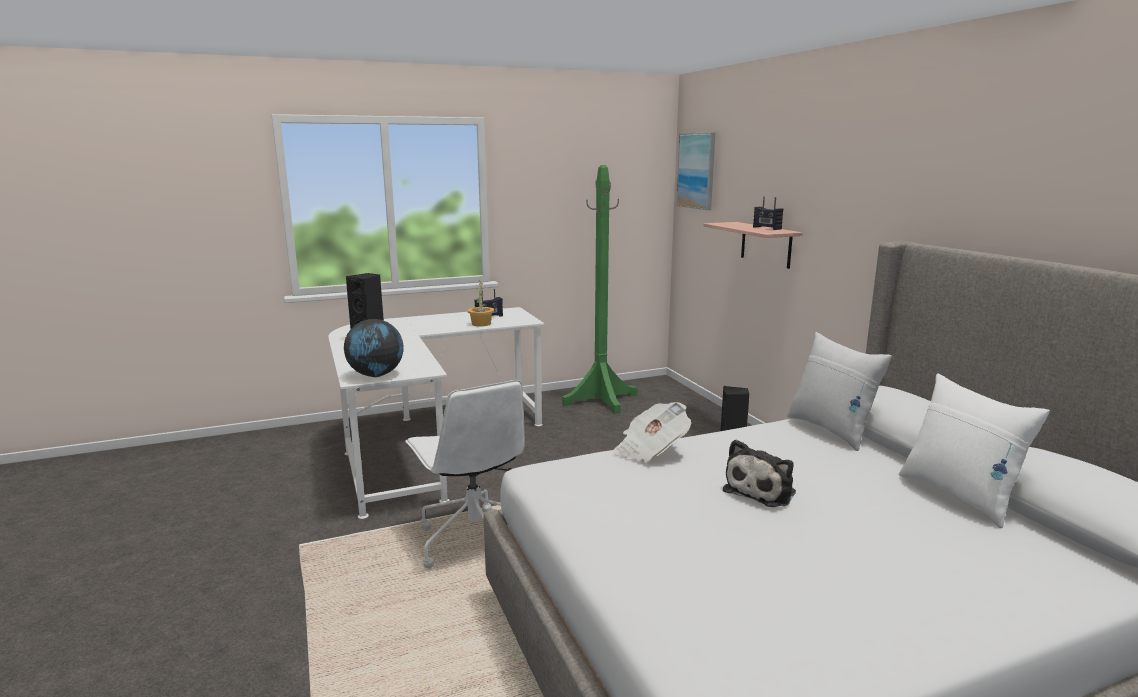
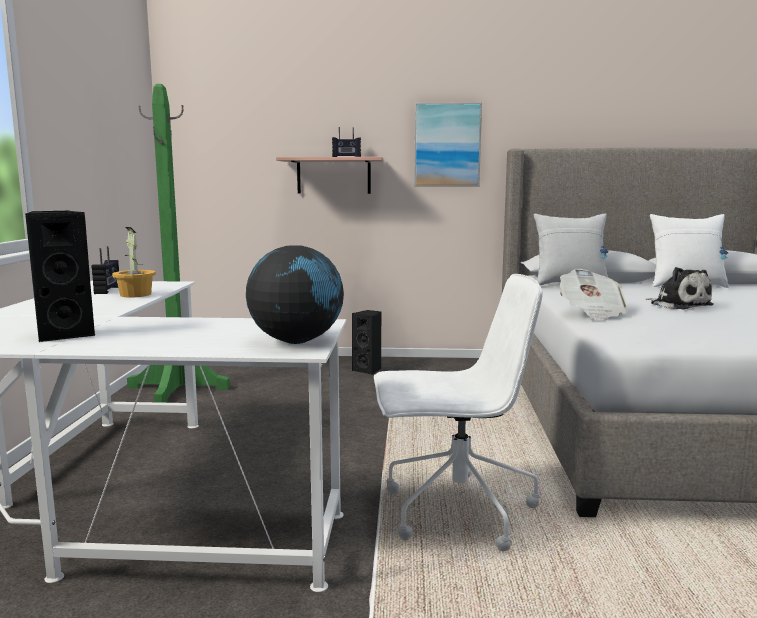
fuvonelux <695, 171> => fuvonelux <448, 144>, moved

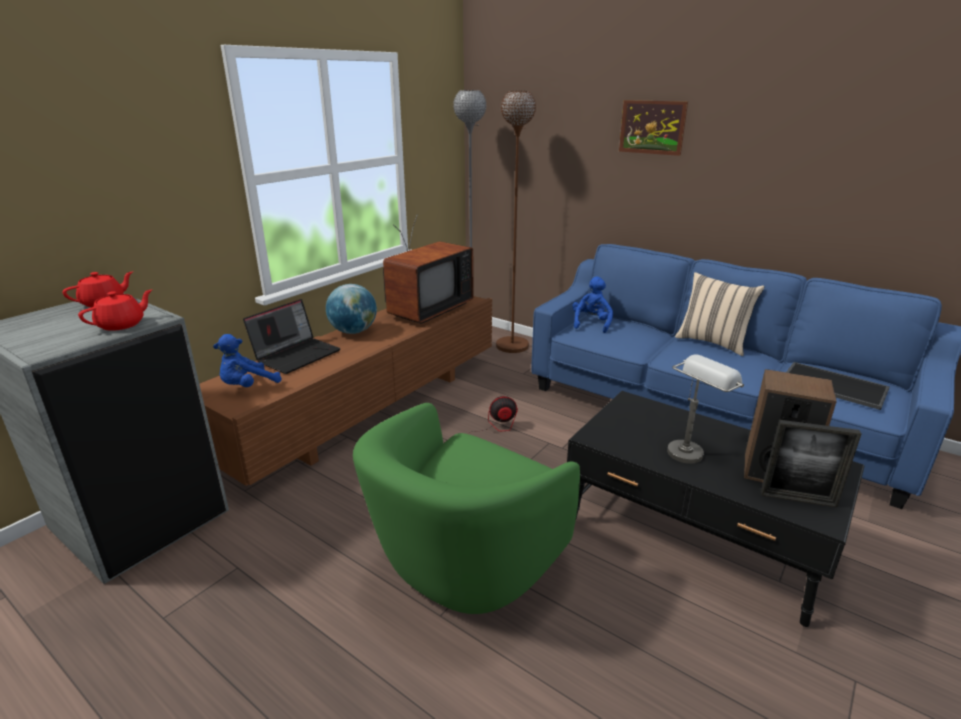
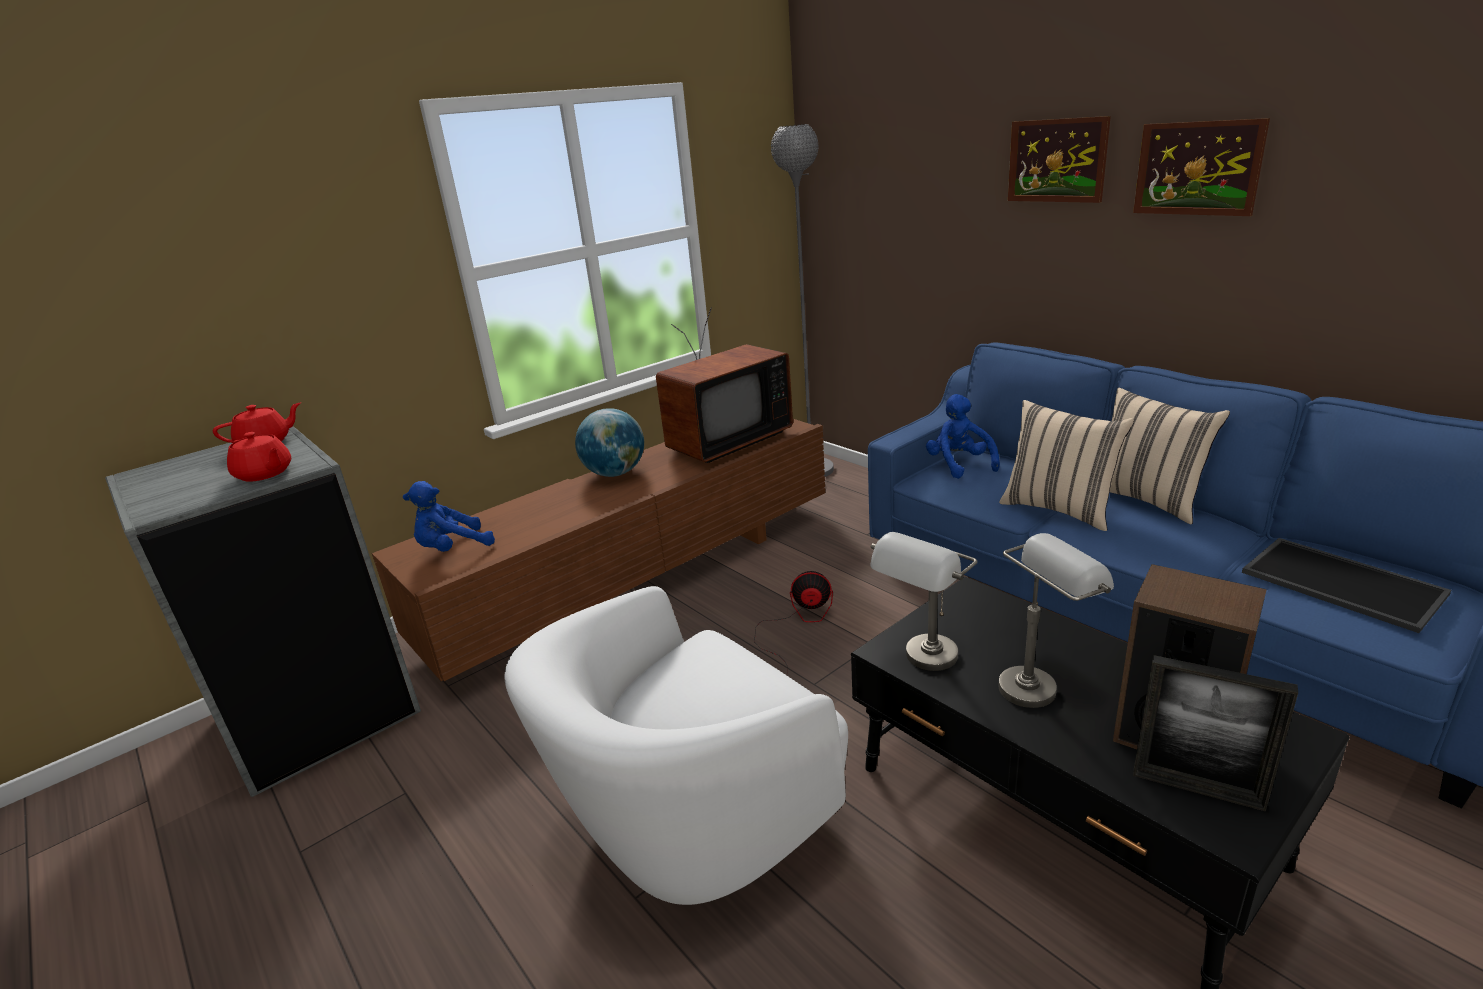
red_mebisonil <115, 310> => red_mebisonil <259, 457>, 75 degrees clockwise
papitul <292, 336> => nothing
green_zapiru <466, 508> => white_zapiru <676, 745>
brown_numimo <516, 222> => nothing
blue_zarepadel <592, 304> => blue_zarepadel <963, 436>, 45 degrees counterclockwise
nothing => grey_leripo <924, 601>
nothing => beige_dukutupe <1066, 465>
nothing => fuvonelux <1201, 167>

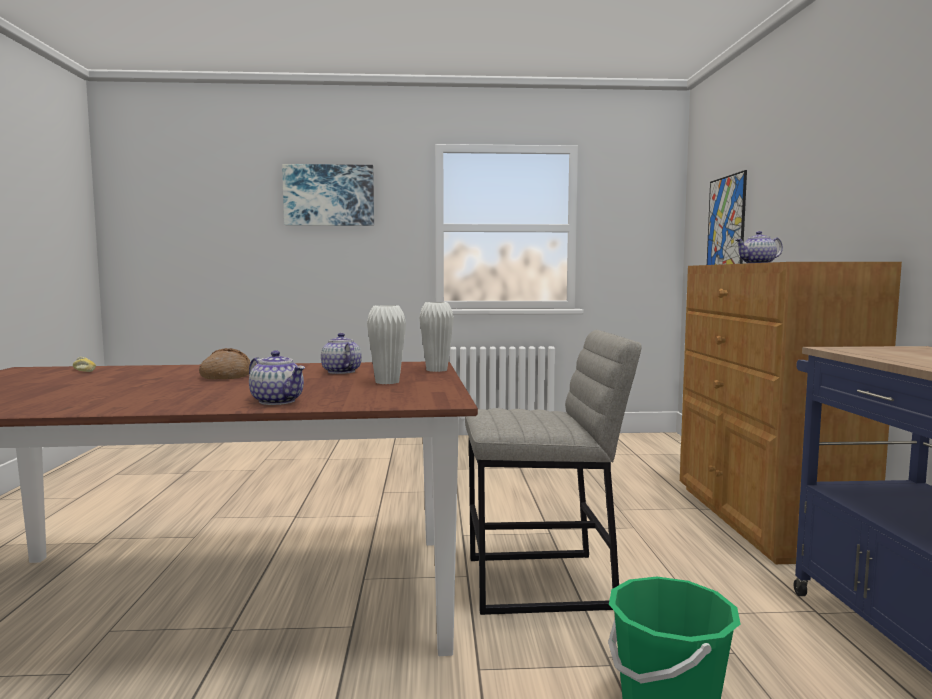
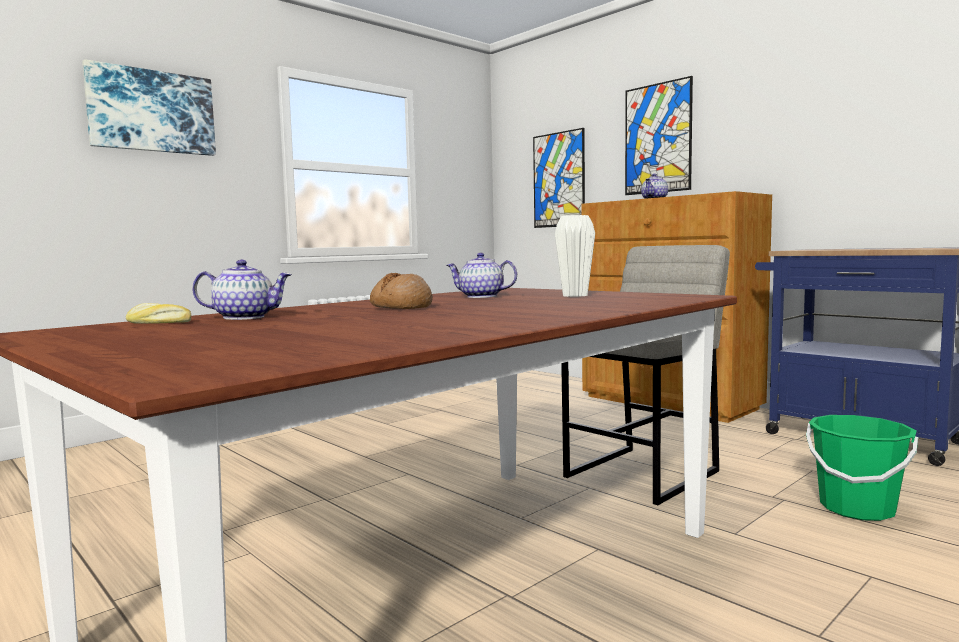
mebisonil <277, 377> => mebisonil <242, 290>, moved
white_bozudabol <436, 337> => nothing
nothing => fuvonelux <659, 135>

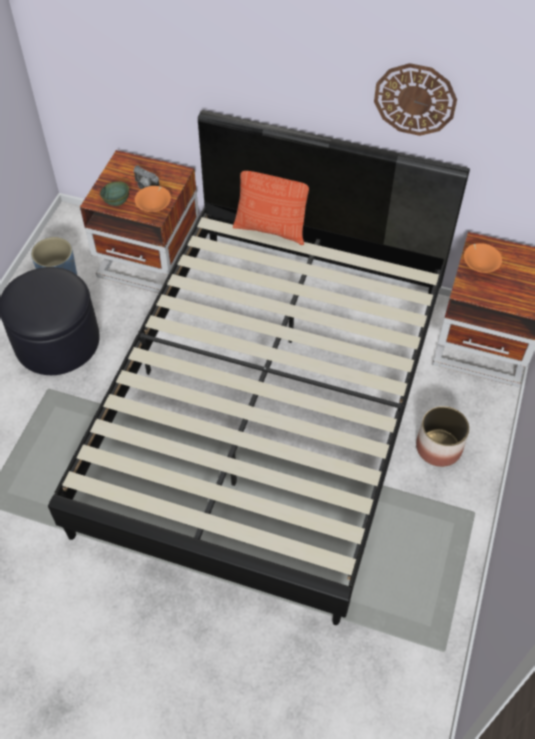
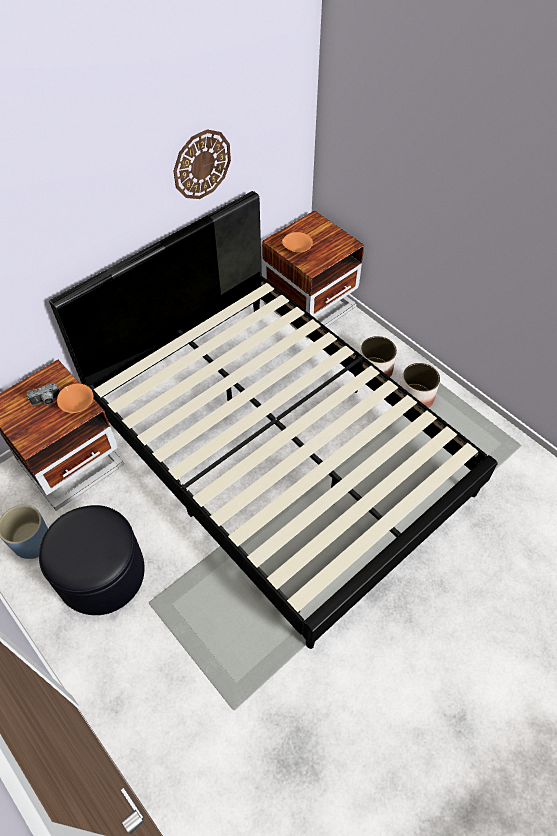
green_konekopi <114, 193> => nothing
orange_dukutupe <271, 208> => nothing
nothing => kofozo <420, 385>

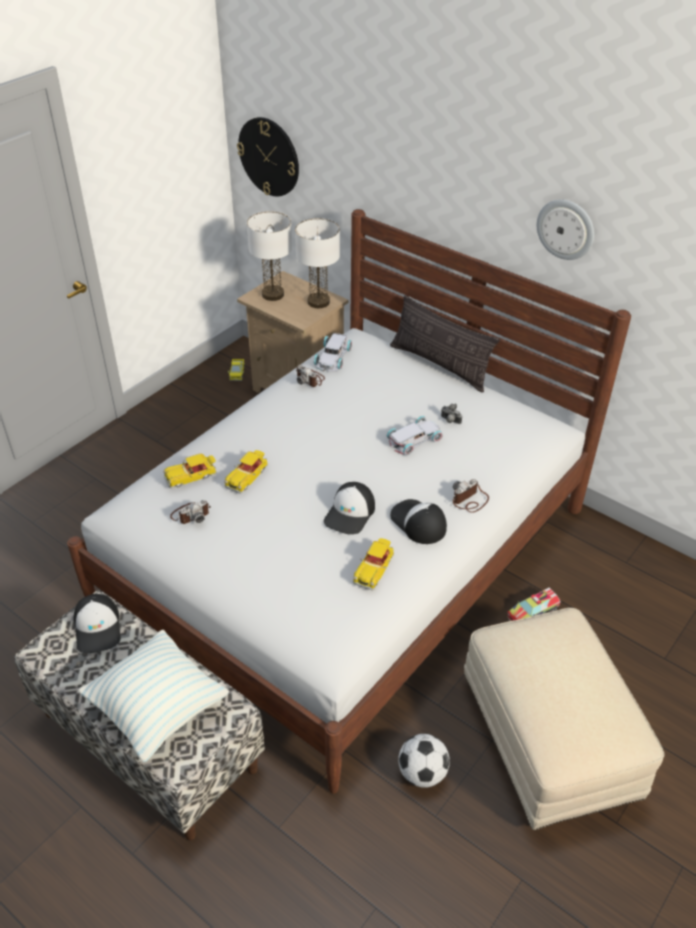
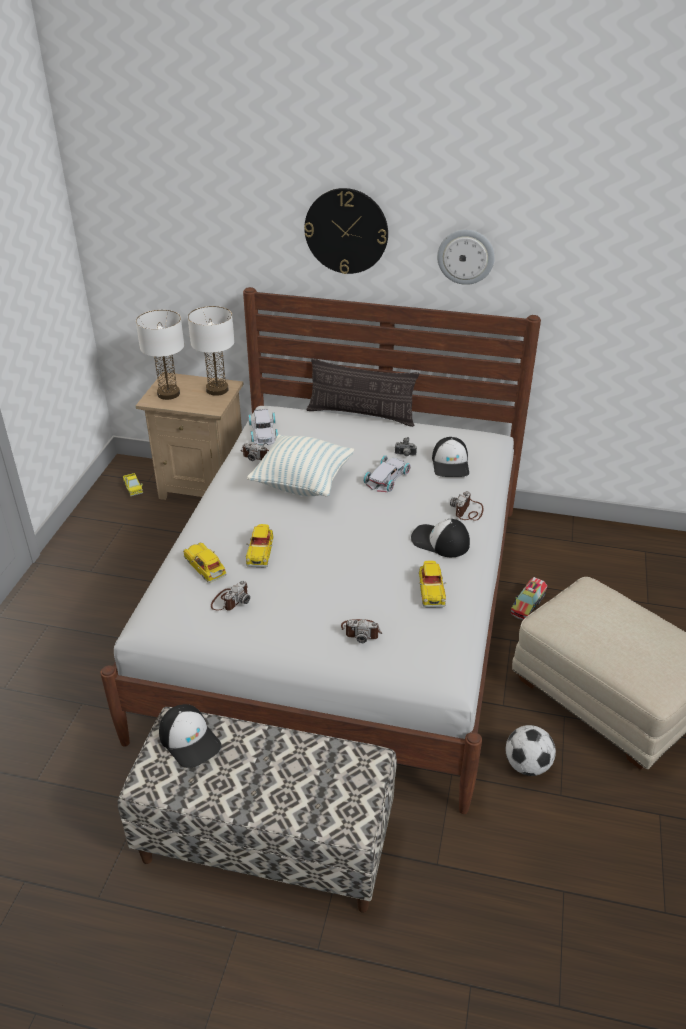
dukutupe <153, 696> => dukutupe <300, 466>, moved
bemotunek <189, 470> => bemotunek <205, 562>, 105 degrees clockwise
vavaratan <268, 157> => vavaratan <346, 231>, moved
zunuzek <349, 508> => zunuzek <450, 457>, moved
nothing => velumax <361, 631>

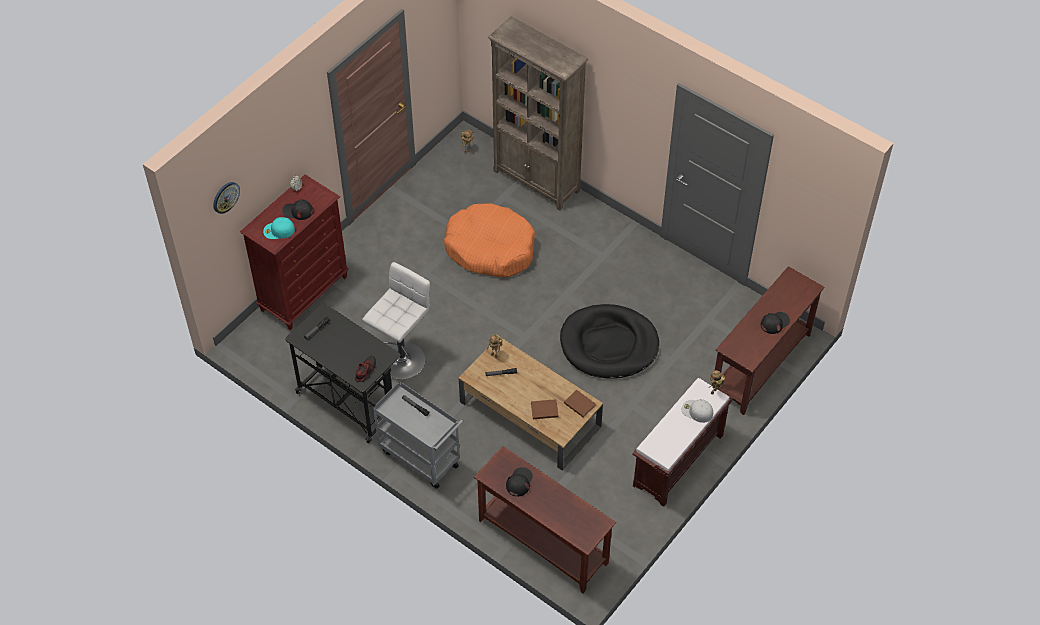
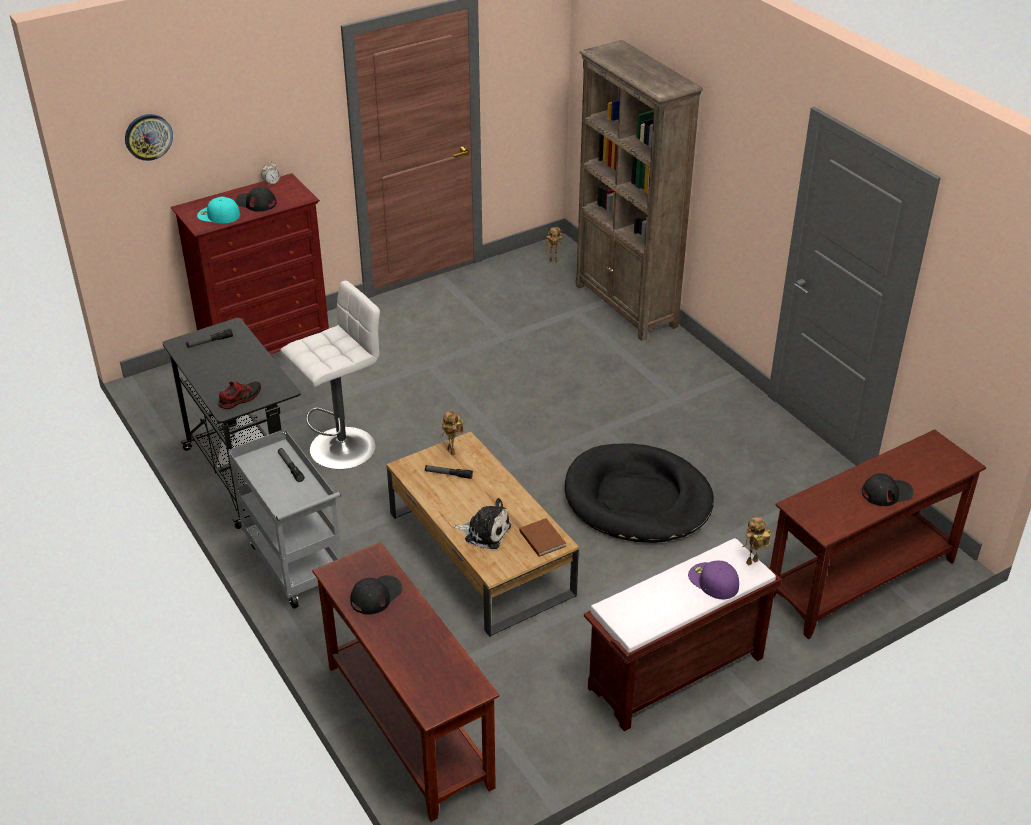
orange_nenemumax <489, 240> => nothing
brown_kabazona <545, 409> => zarepadel <482, 523>
white_zunuzek <697, 411> => purple_zunuzek <713, 580>

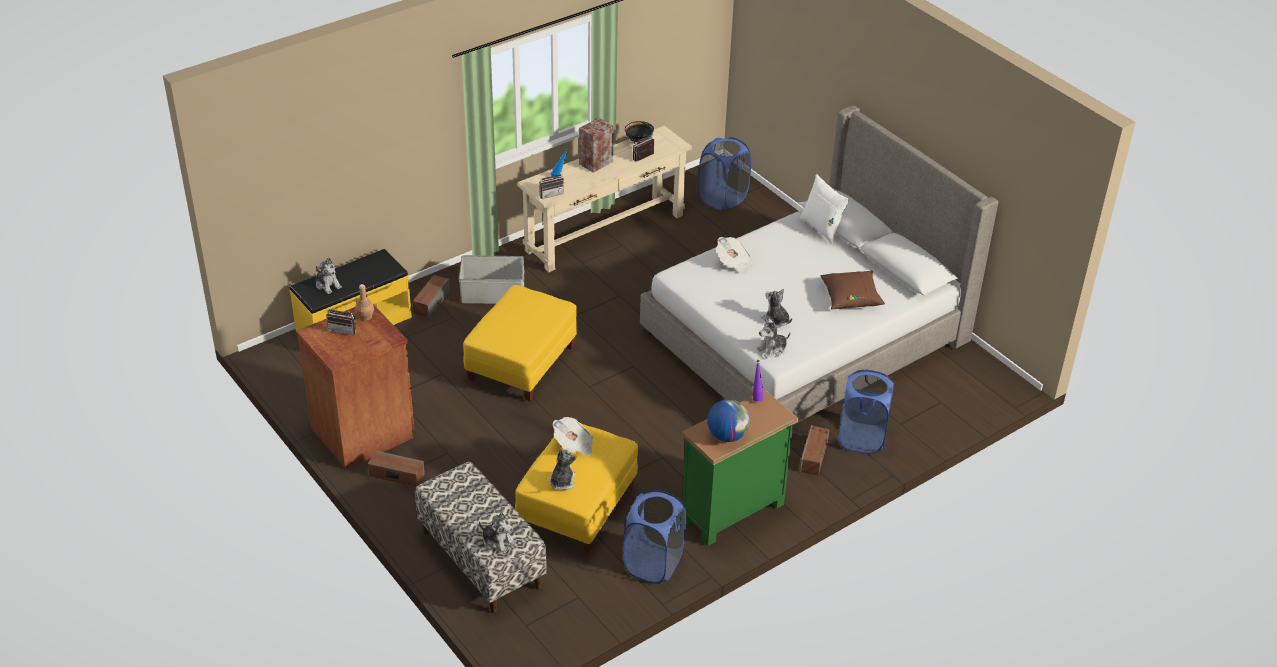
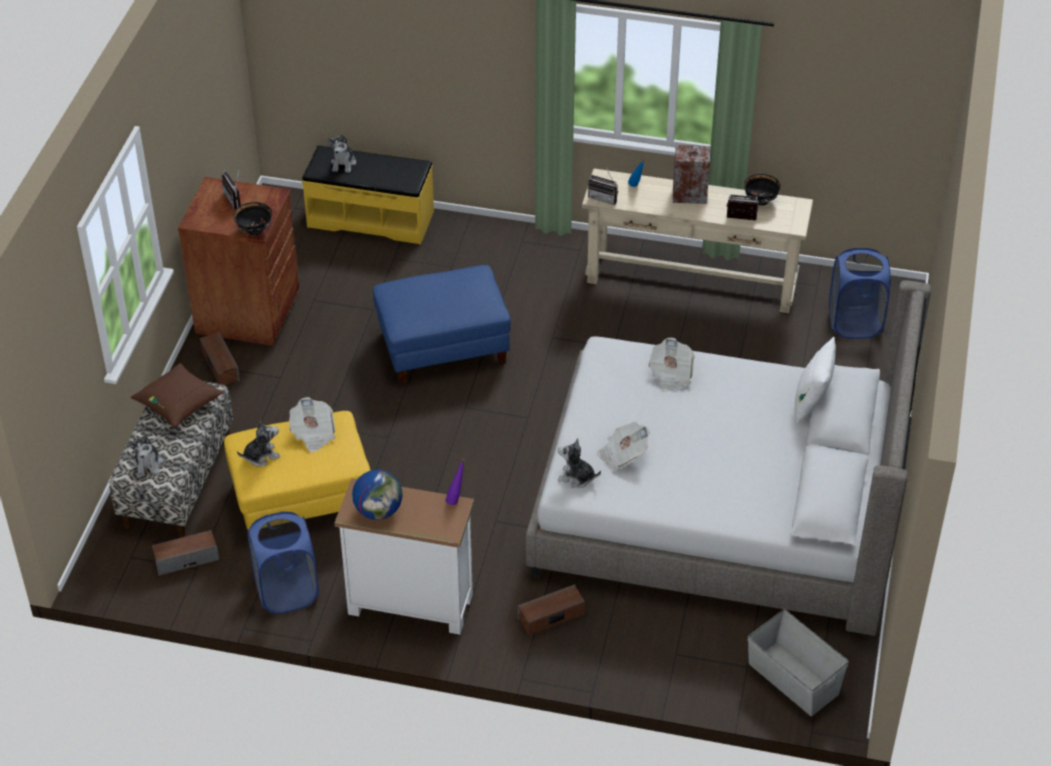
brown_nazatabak <364, 302> => nothing
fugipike <431, 296> => fugipike <185, 553>, moved
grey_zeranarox <492, 279> => grey_zeranarox <798, 662>, moved
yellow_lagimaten <520, 343> => blue_lagimaten <442, 324>
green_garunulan <740, 468> => white_garunulan <404, 556>
zarepadel <776, 308> => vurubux <623, 446>
brown_dukutupe <853, 289> => brown_dukutupe <177, 395>, moved
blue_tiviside <866, 411> => nothing
nothing => black_konekopi <253, 218>

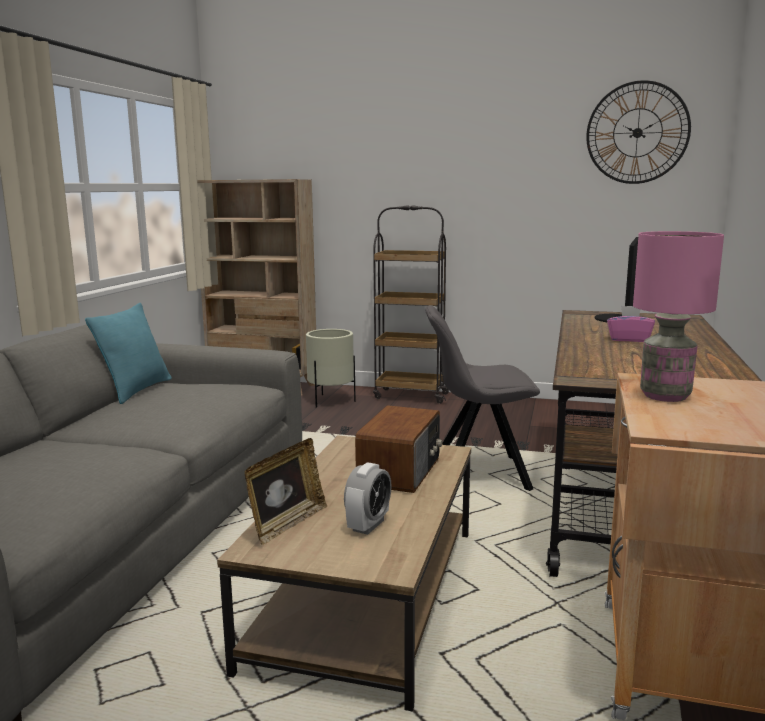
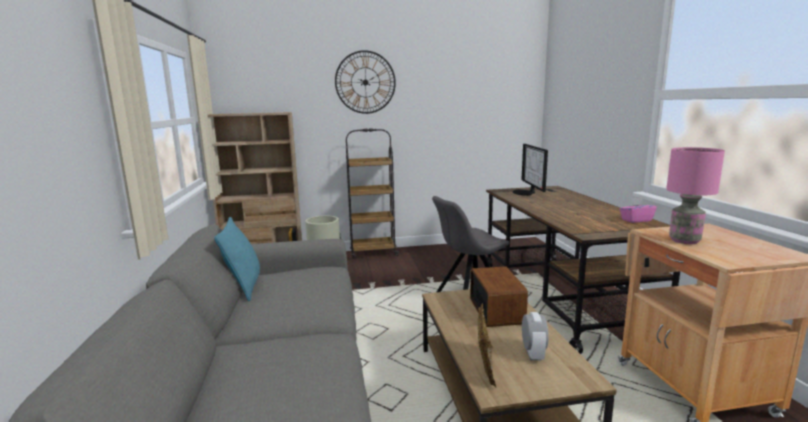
vavaratan <638, 132> => vavaratan <365, 82>, moved
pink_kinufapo <631, 323> => pink_kinufapo <638, 210>, moved

